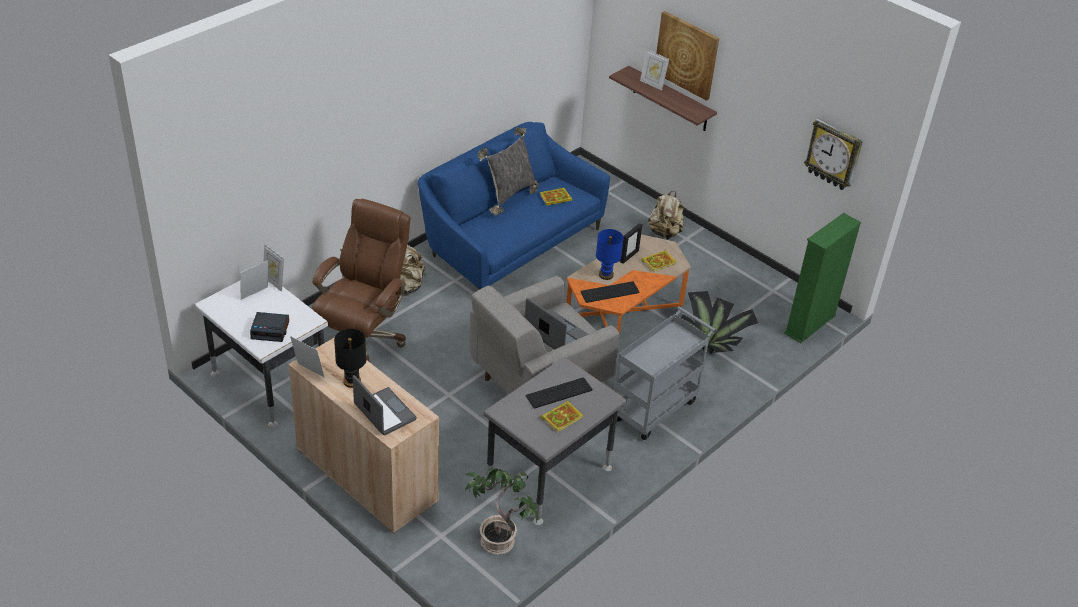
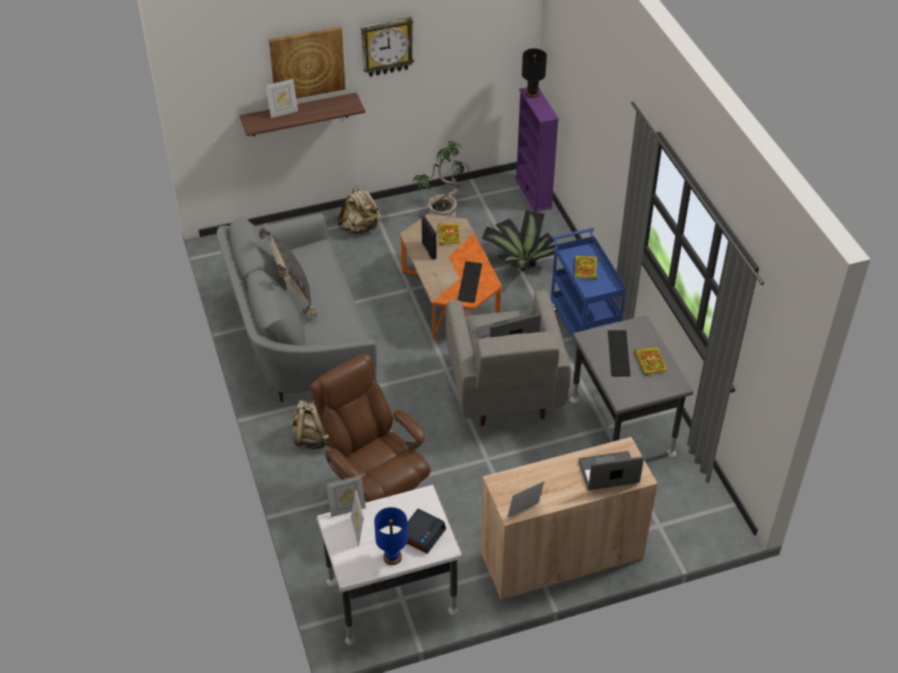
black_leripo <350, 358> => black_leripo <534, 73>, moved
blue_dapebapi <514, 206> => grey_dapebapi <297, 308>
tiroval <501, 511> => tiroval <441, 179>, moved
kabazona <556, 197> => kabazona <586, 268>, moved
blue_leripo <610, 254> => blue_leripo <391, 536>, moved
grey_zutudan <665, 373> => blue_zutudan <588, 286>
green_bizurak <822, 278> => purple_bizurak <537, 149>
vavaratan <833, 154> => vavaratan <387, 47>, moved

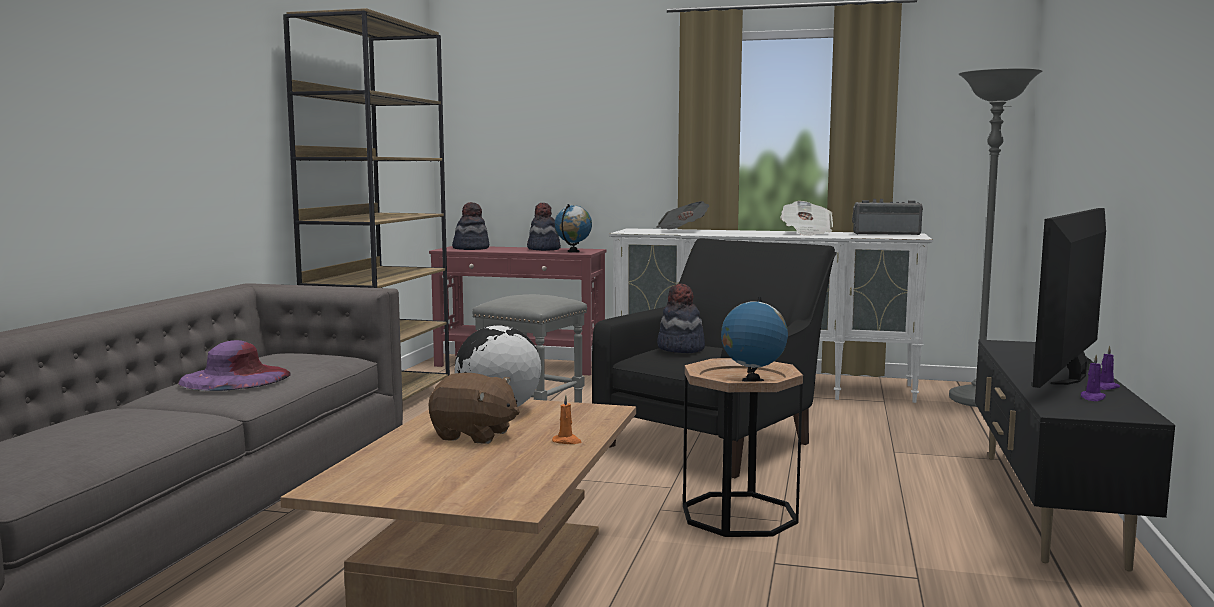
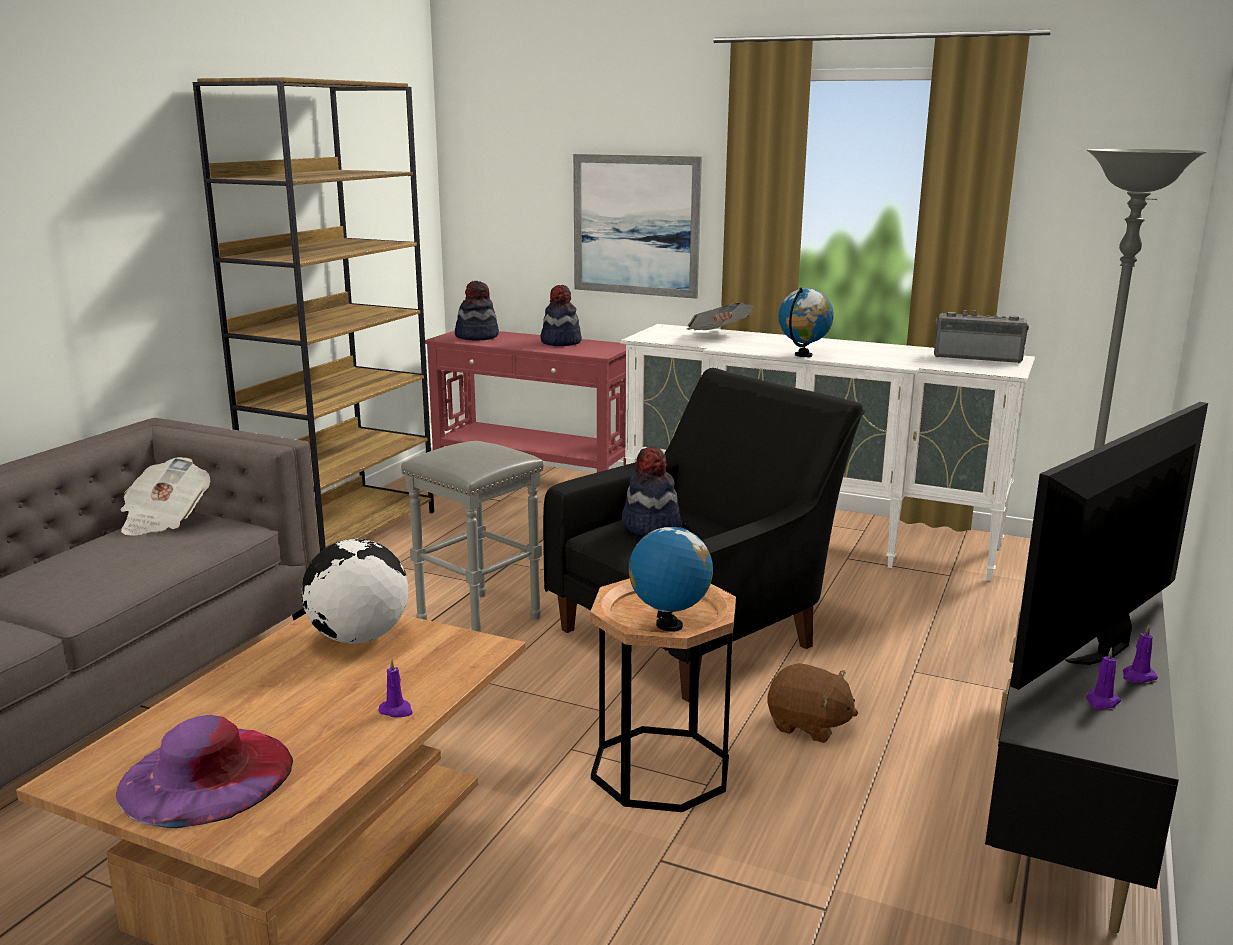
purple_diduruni <234, 365> => purple_diduruni <204, 771>, moved
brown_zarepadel <474, 408> => brown_zarepadel <812, 703>, moved
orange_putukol <567, 419> => purple_putukol <396, 688>
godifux <573, 228> => godifux <806, 322>, moved
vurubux <806, 218> => vurubux <166, 496>, moved
nothing => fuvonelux <637, 226>

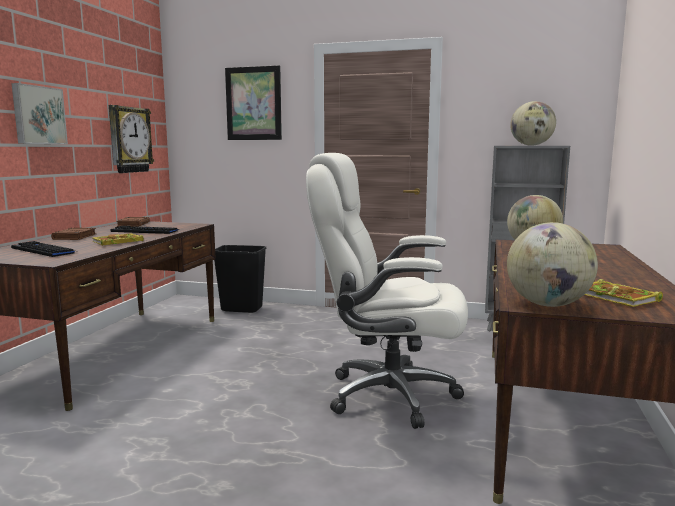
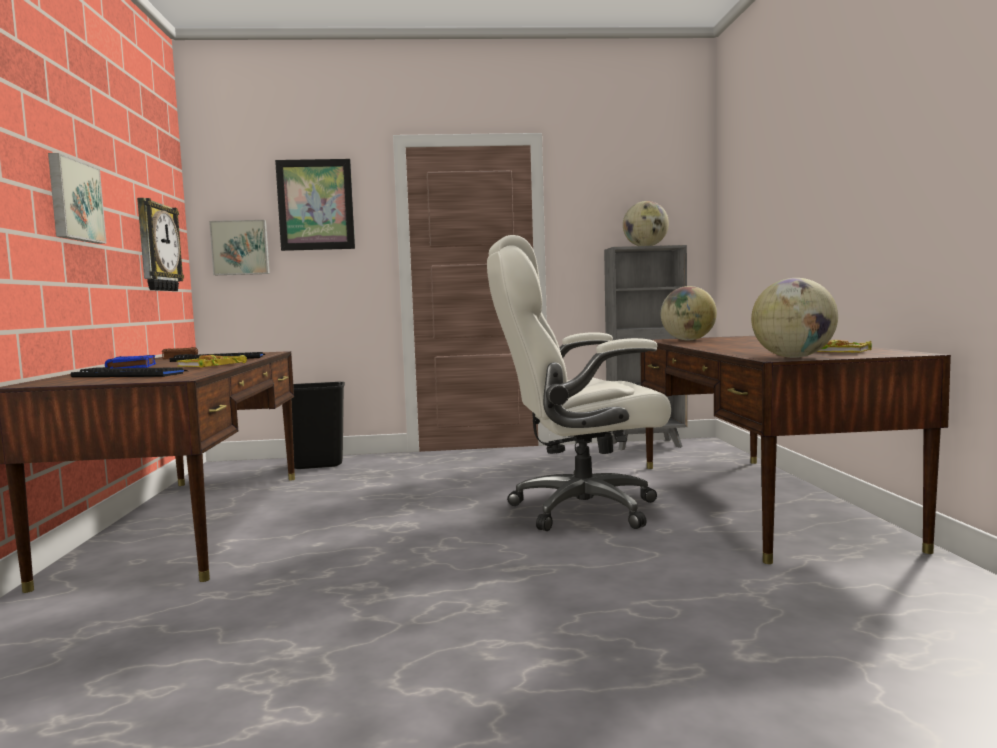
brown_kabazona <73, 234> => blue_kabazona <130, 362>
nothing => fuvonelux <239, 247>

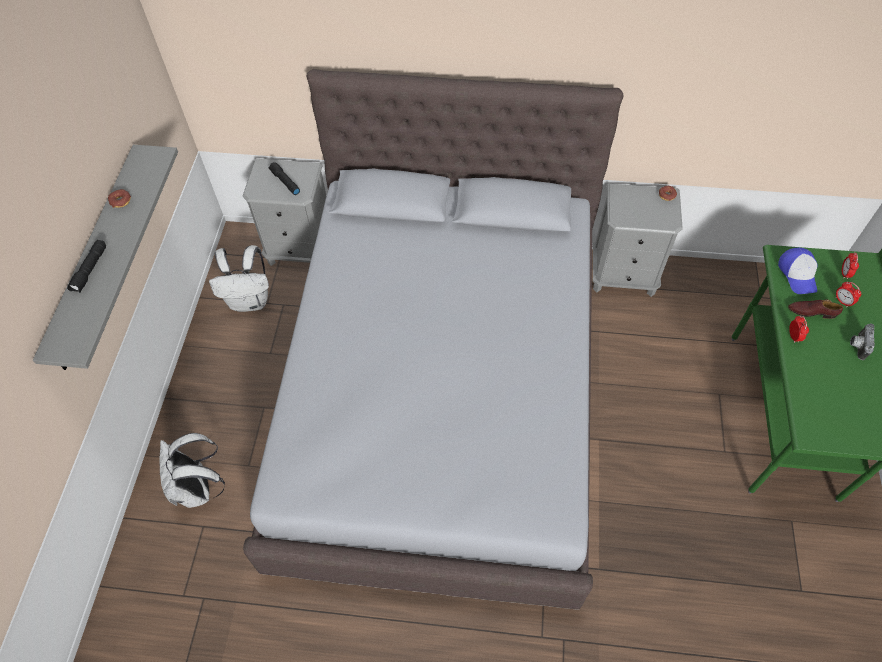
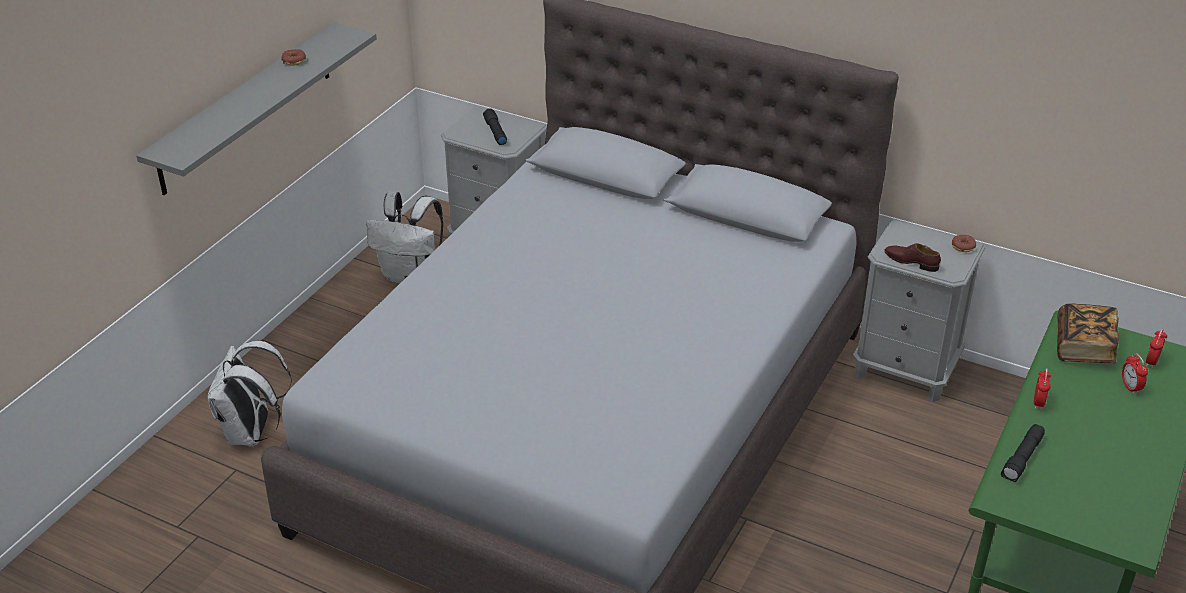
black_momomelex <87, 266> => black_momomelex <1023, 453>, moved
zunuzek <797, 271> => kabazona <1088, 333>
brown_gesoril <815, 309> => brown_gesoril <912, 257>, moved
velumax <862, 342> => nothing

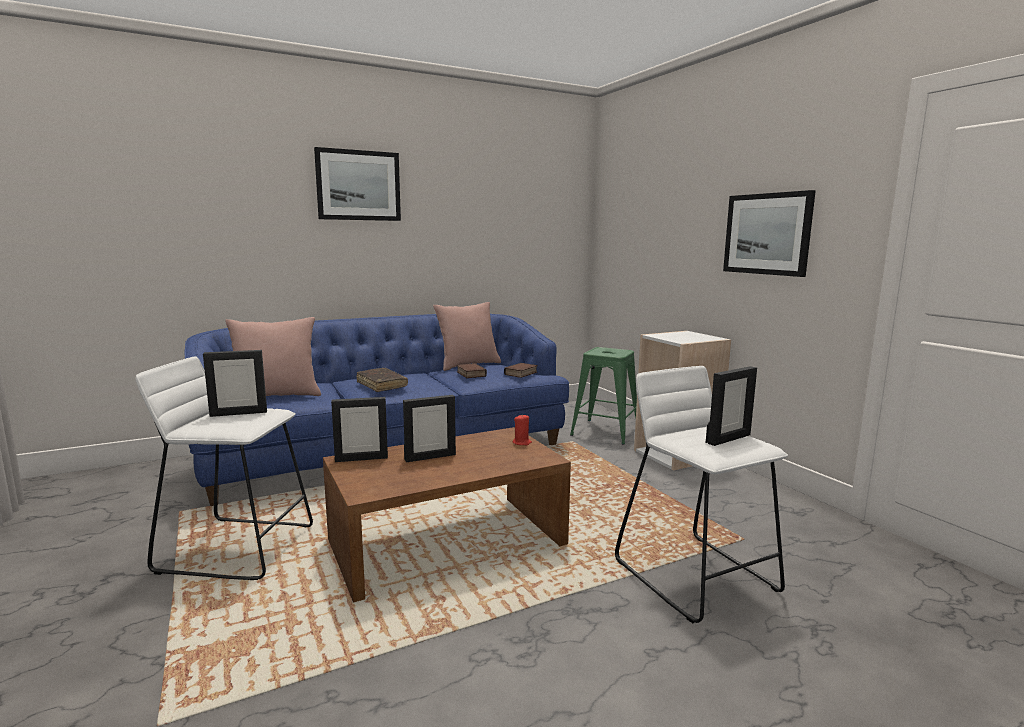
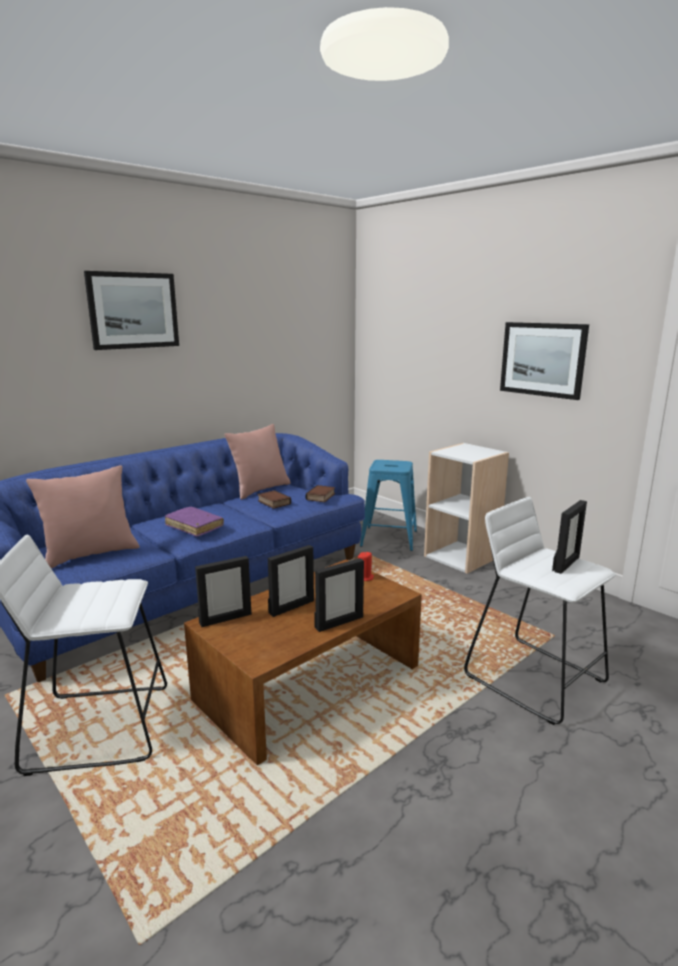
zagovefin <235, 383> => zagovefin <339, 595>, moved
brown_kabazona <382, 380> => purple_kabazona <194, 522>
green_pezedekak <603, 395> => blue_pezedekak <388, 505>

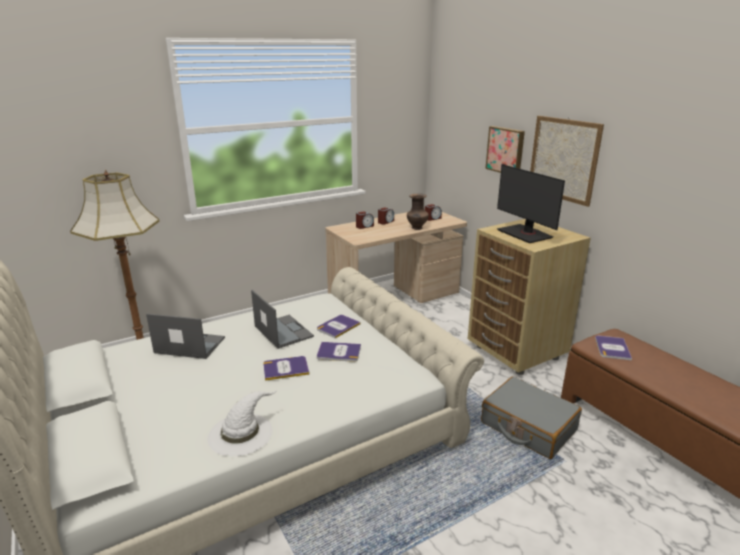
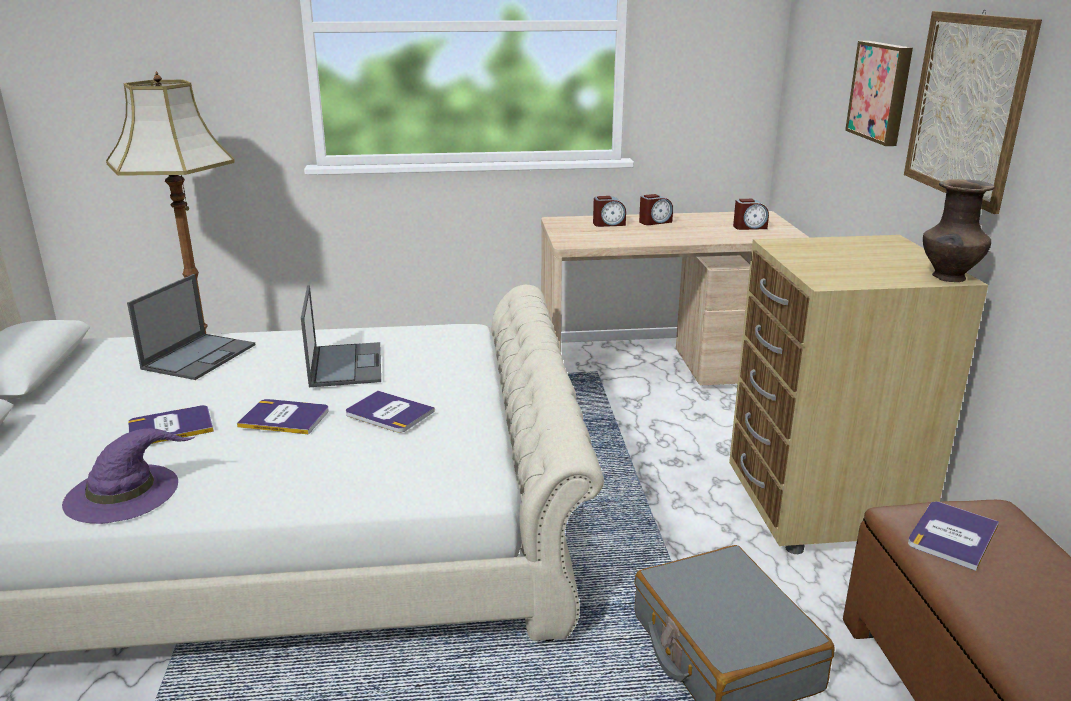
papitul <185, 336> => papitul <191, 327>, 75 degrees clockwise
white_diduruni <242, 423> => purple_diduruni <128, 476>
kabazona <339, 326> => kabazona <171, 424>, moved
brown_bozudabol <418, 212> => brown_bozudabol <959, 230>, moved
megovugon <531, 203> => nothing

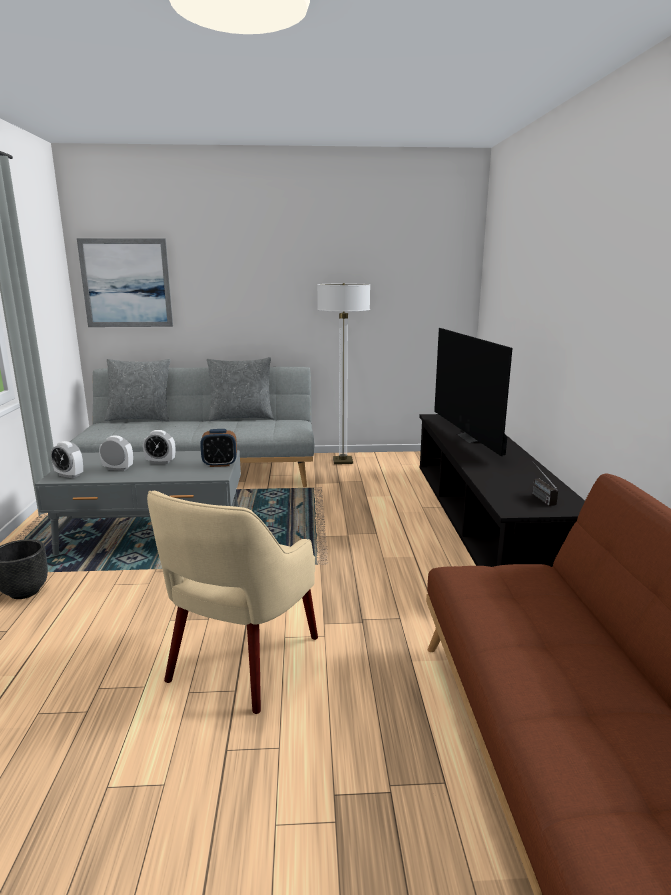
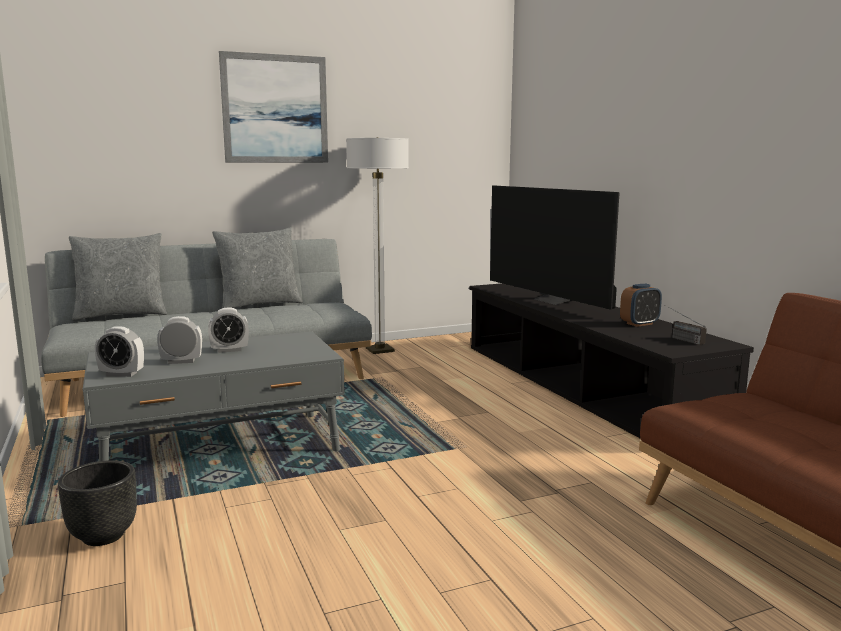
fuvonelux <125, 282> => fuvonelux <273, 107>, moved
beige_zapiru <232, 602> => nothing
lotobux <218, 448> => lotobux <641, 305>, moved

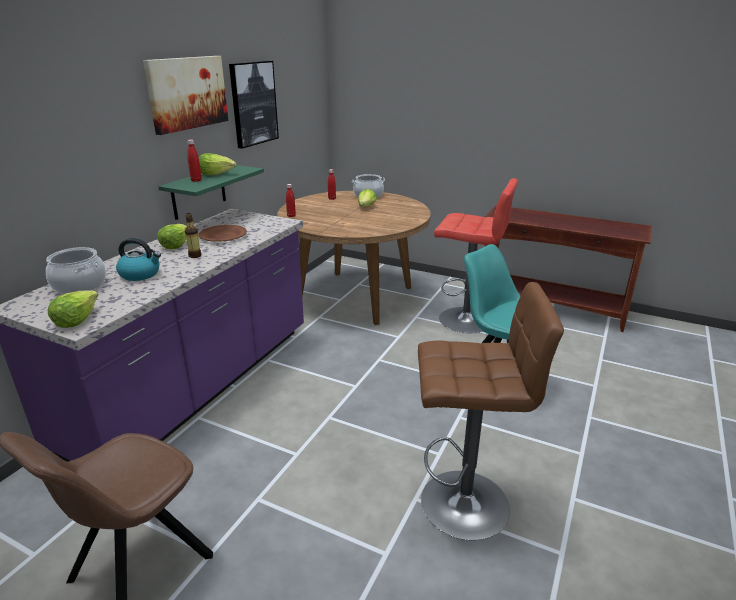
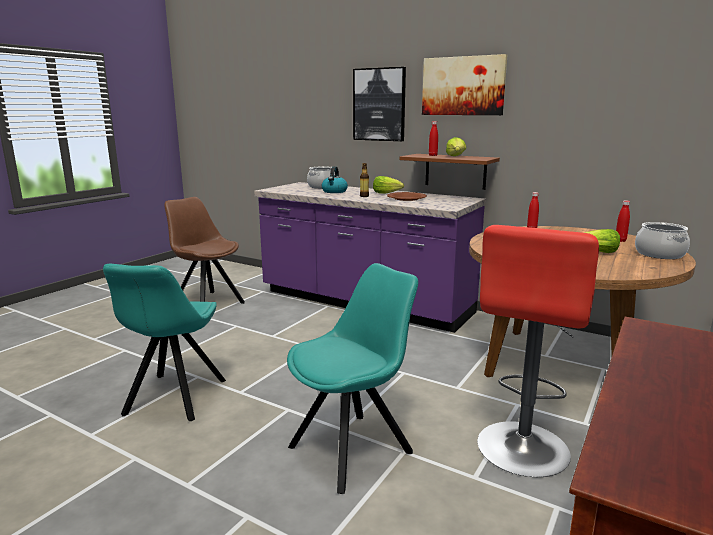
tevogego <73, 309> => nothing
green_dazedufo <211, 192> => brown_dazedufo <450, 172>
fuvonelux <254, 105> => fuvonelux <379, 104>, moved
brown_pezedekak <491, 411> => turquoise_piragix <164, 342>

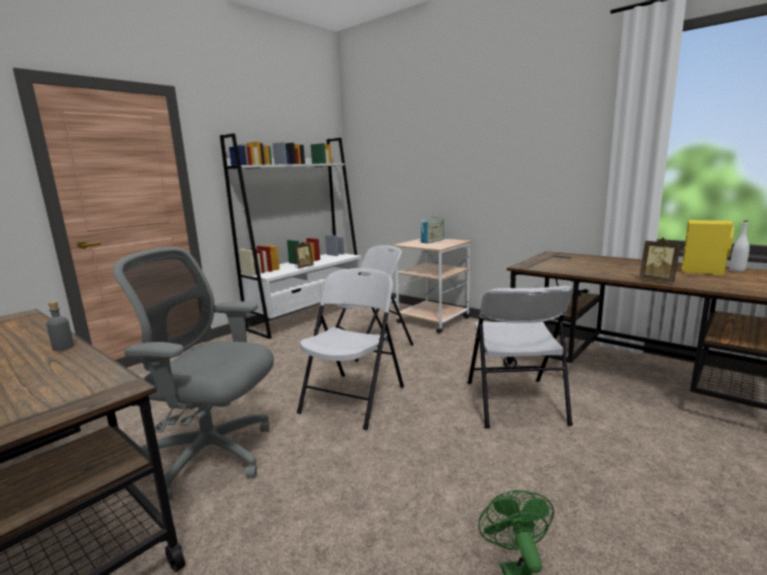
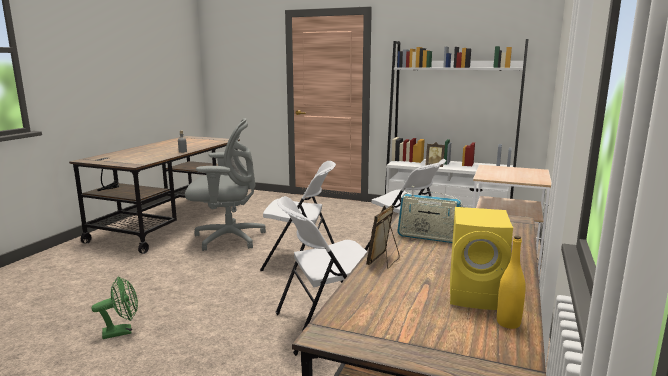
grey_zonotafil <193, 373> => grey_zonotafil <225, 184>, 90 degrees clockwise
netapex <433, 230> => netapex <430, 214>, moved
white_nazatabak <740, 246> => yellow_nazatabak <511, 282>

